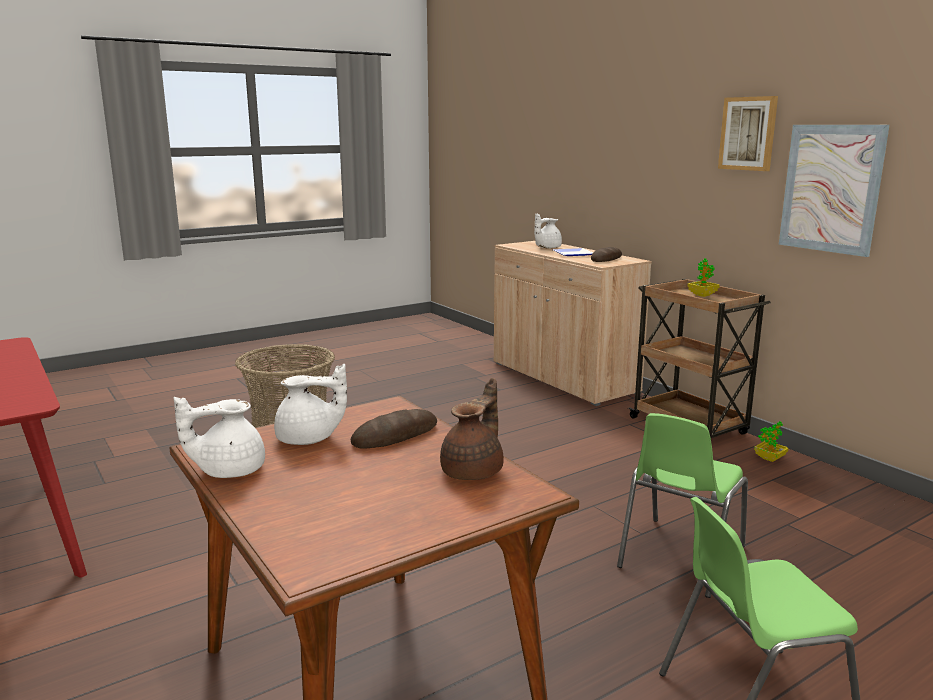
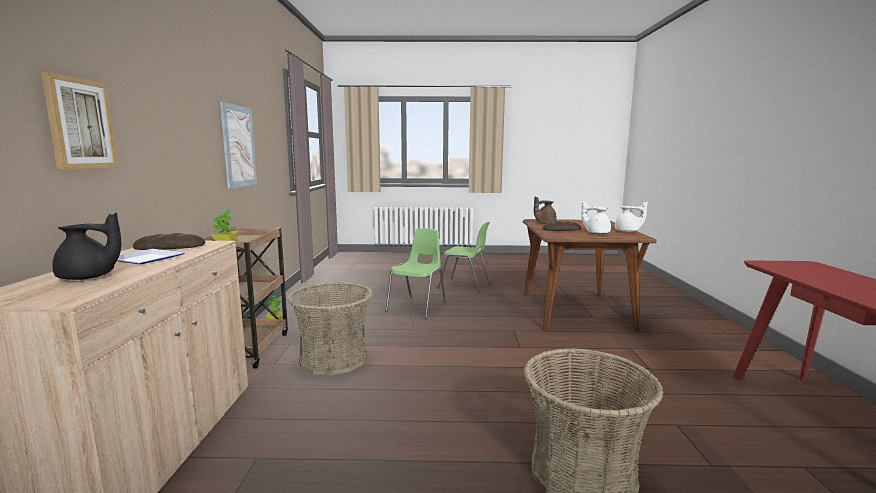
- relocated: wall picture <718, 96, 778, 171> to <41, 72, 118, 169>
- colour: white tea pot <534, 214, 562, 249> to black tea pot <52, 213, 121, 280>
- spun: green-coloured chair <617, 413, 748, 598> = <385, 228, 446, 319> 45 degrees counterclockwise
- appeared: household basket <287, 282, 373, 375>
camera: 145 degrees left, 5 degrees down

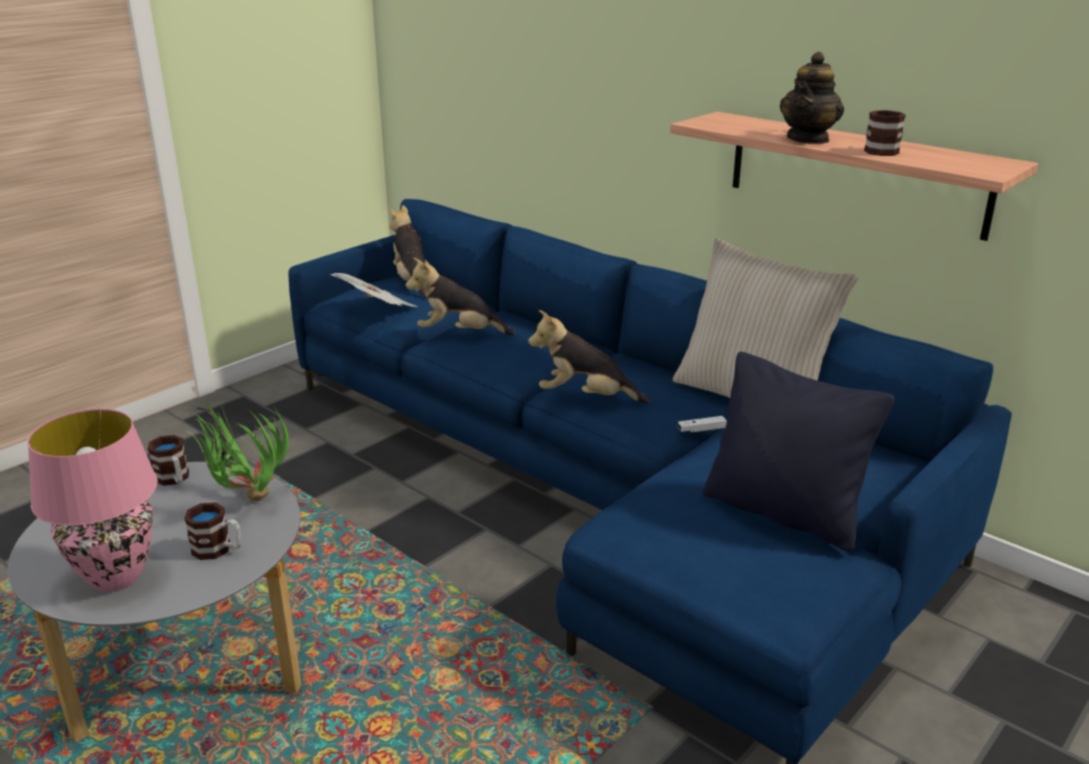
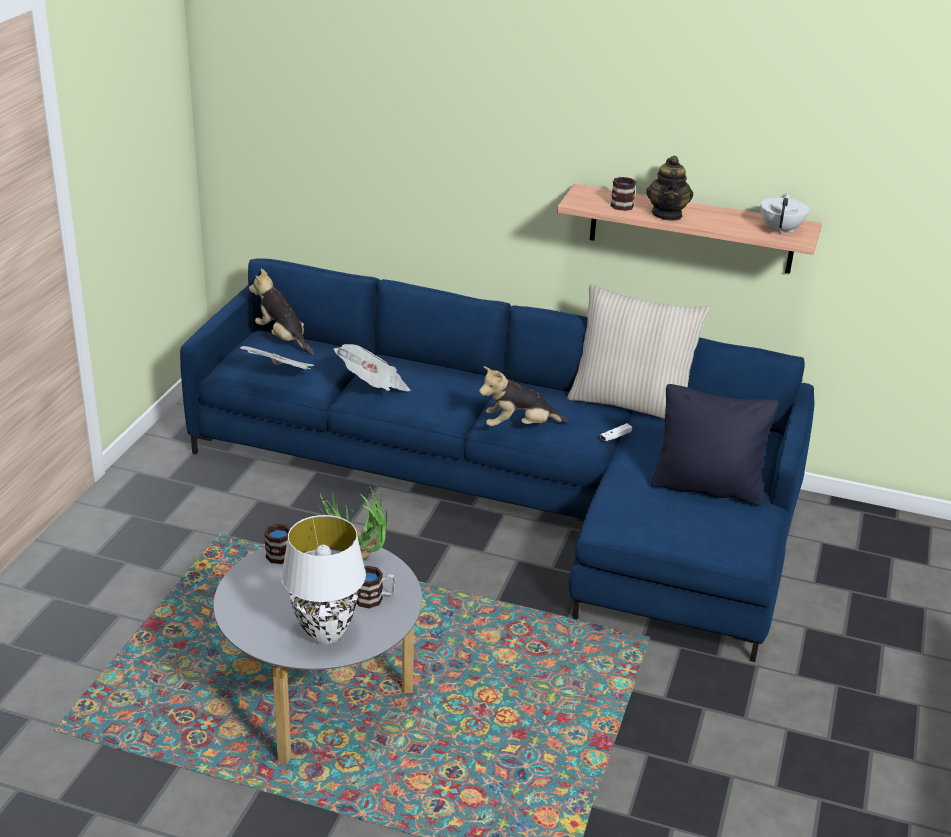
- relocated: mug <864, 110, 906, 156> to <611, 176, 636, 211>
- exchanged: soft toy <406, 257, 515, 335> to newspaper <334, 344, 411, 391>
- colour: pinkish lamp for a table <27, 409, 158, 592> to white lamp for a table <281, 515, 366, 645>
- appeared: white tea pot <760, 193, 809, 234>
camera: 25 degrees left, 5 degrees up

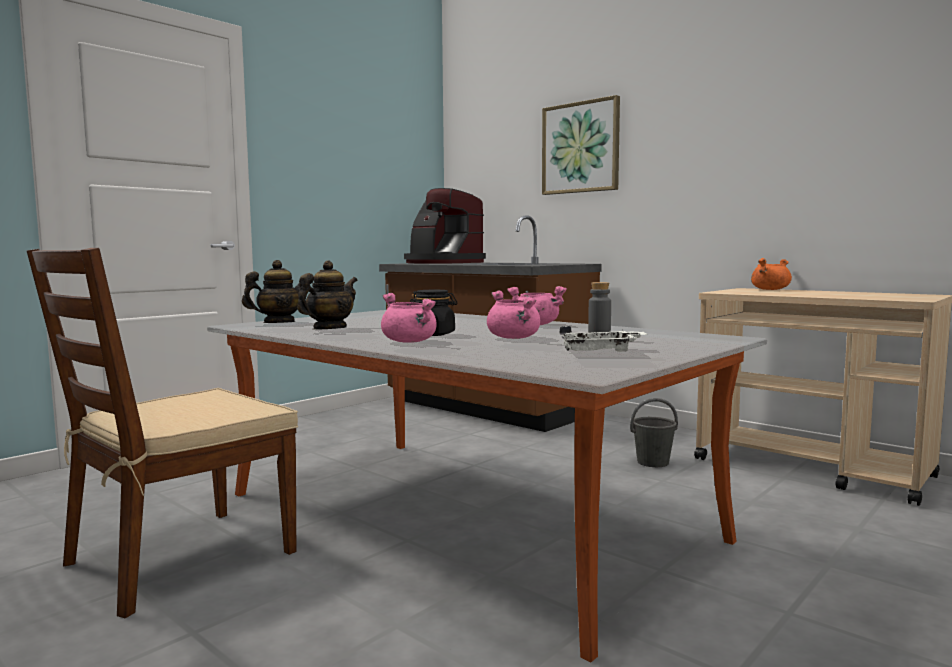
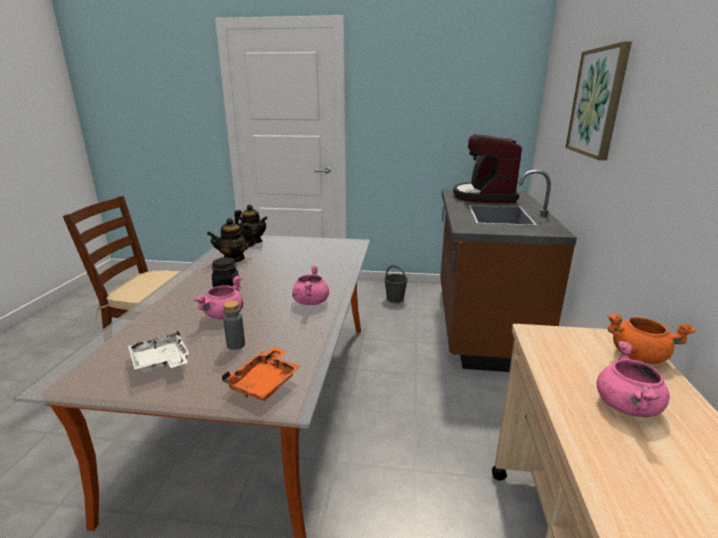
- spun: tea pot <297, 260, 357, 330> = <207, 218, 256, 262> 150 degrees clockwise
- relocated: pinkish cooking pot <381, 293, 437, 343> to <597, 341, 670, 417>
- relocated: grey pail <630, 398, 678, 467> to <384, 265, 408, 303>
- appeared: orange serving tray <222, 347, 301, 401>
camera: 55 degrees right, 15 degrees up

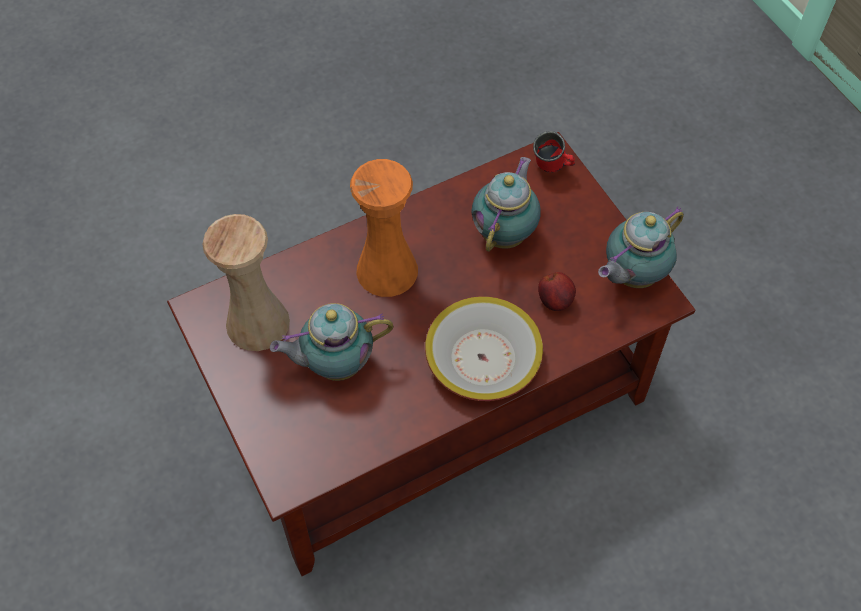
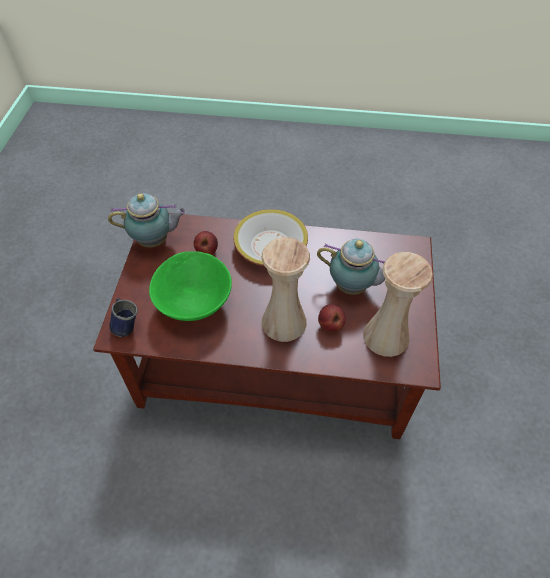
- colour: red-coloured mug <533, 131, 575, 172> to bluish mug <110, 298, 138, 337>
- exchanged: tea pot <471, 157, 541, 252> to green-coloured deep dish <149, 251, 232, 321>
- colour: orange decorative vase <350, 159, 418, 297> to sand-coloured decorative vase <262, 237, 310, 342>
- appeared: whole apple <318, 304, 346, 331>
camera: 145 degrees left, 5 degrees down

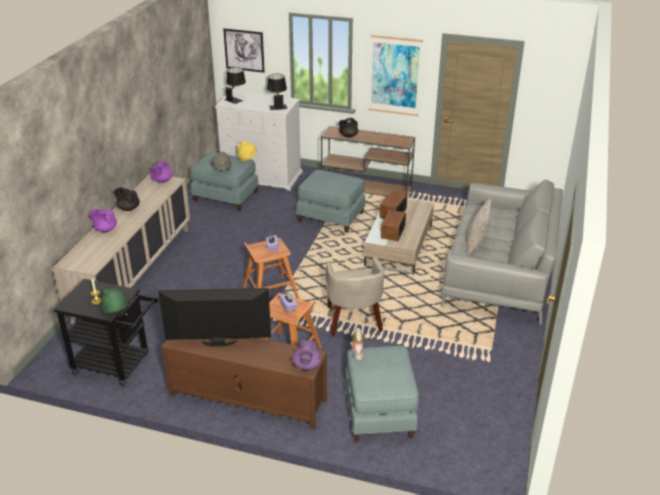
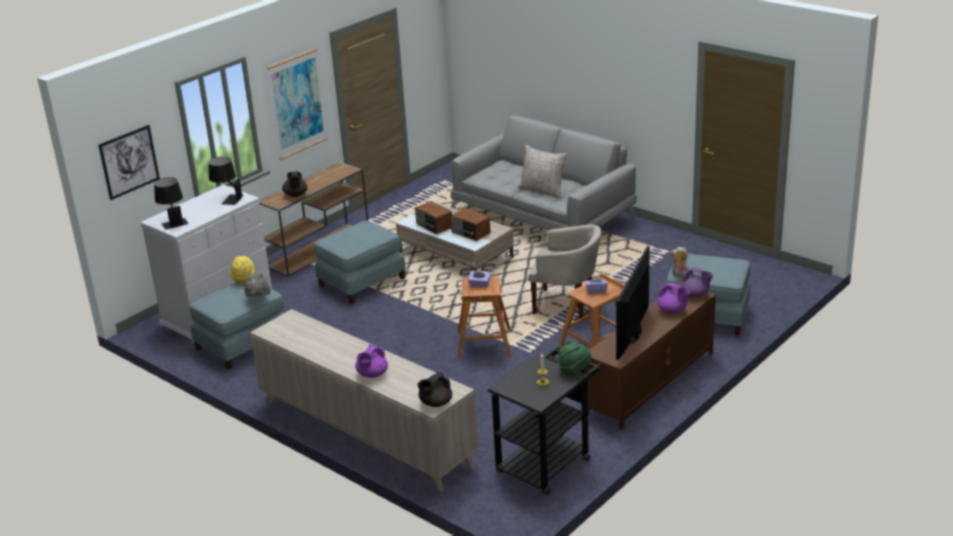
- relocated: purple tea pot <150, 161, 172, 183> to <658, 283, 690, 313>
- relocated: black tea pot <114, 187, 140, 211> to <418, 372, 452, 407>
camera: 65 degrees left, 5 degrees down

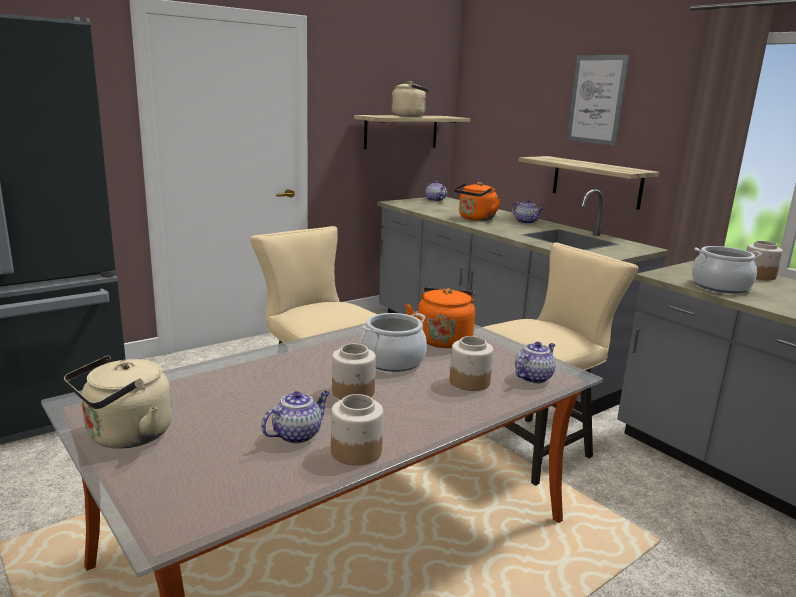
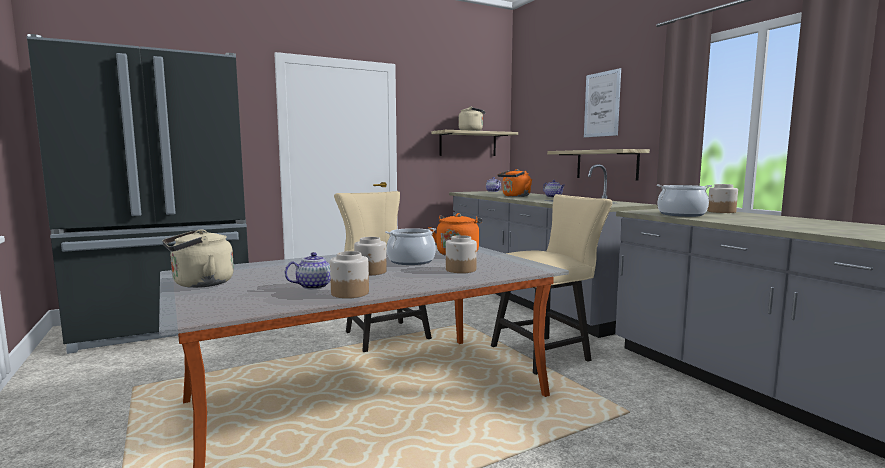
- missing: tea pot <515, 342, 556, 384>
camera: 10 degrees right, 10 degrees down

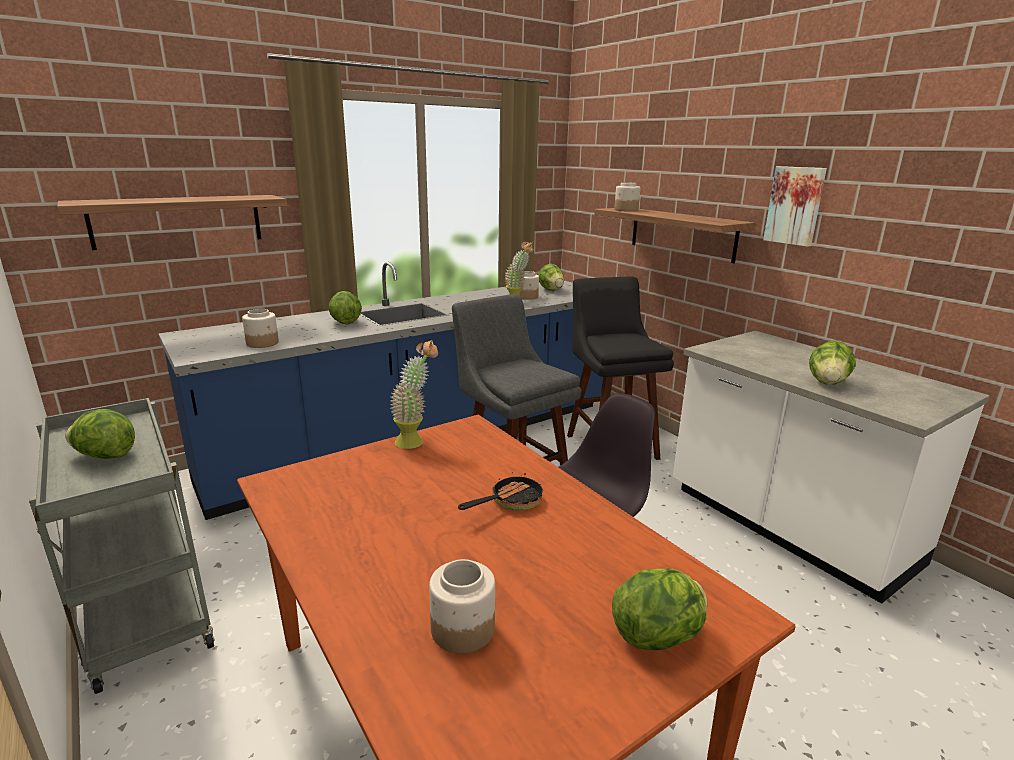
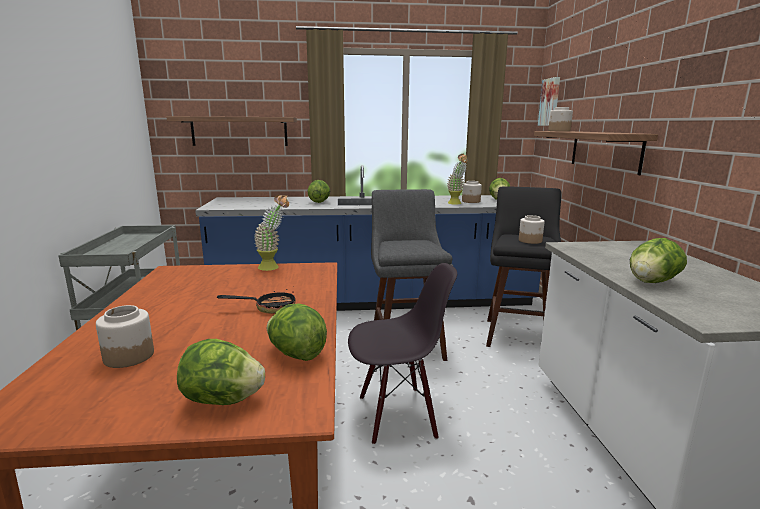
- relocated: wall picture <763, 166, 827, 247> to <538, 77, 560, 126>
- relocated: jar <242, 309, 279, 348> to <519, 215, 545, 244>
- relocated: head of lettuce <65, 409, 135, 459> to <267, 304, 327, 361>
camera: 30 degrees right, 5 degrees down

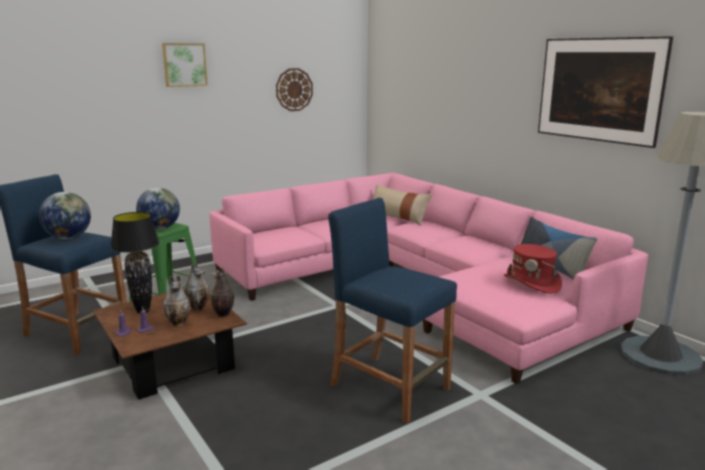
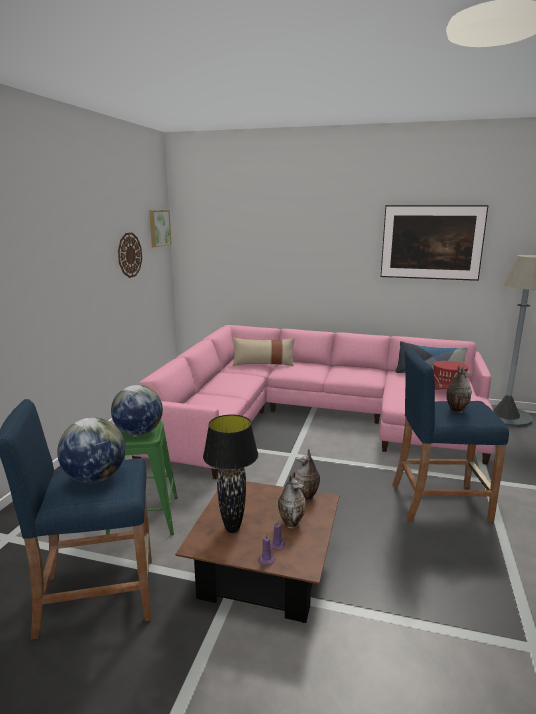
- relocated: wall picture <162, 43, 208, 87> to <149, 210, 171, 247>
- relocated: decorative vase <185, 262, 209, 312> to <446, 365, 472, 413>
camera: 40 degrees left, 0 degrees up

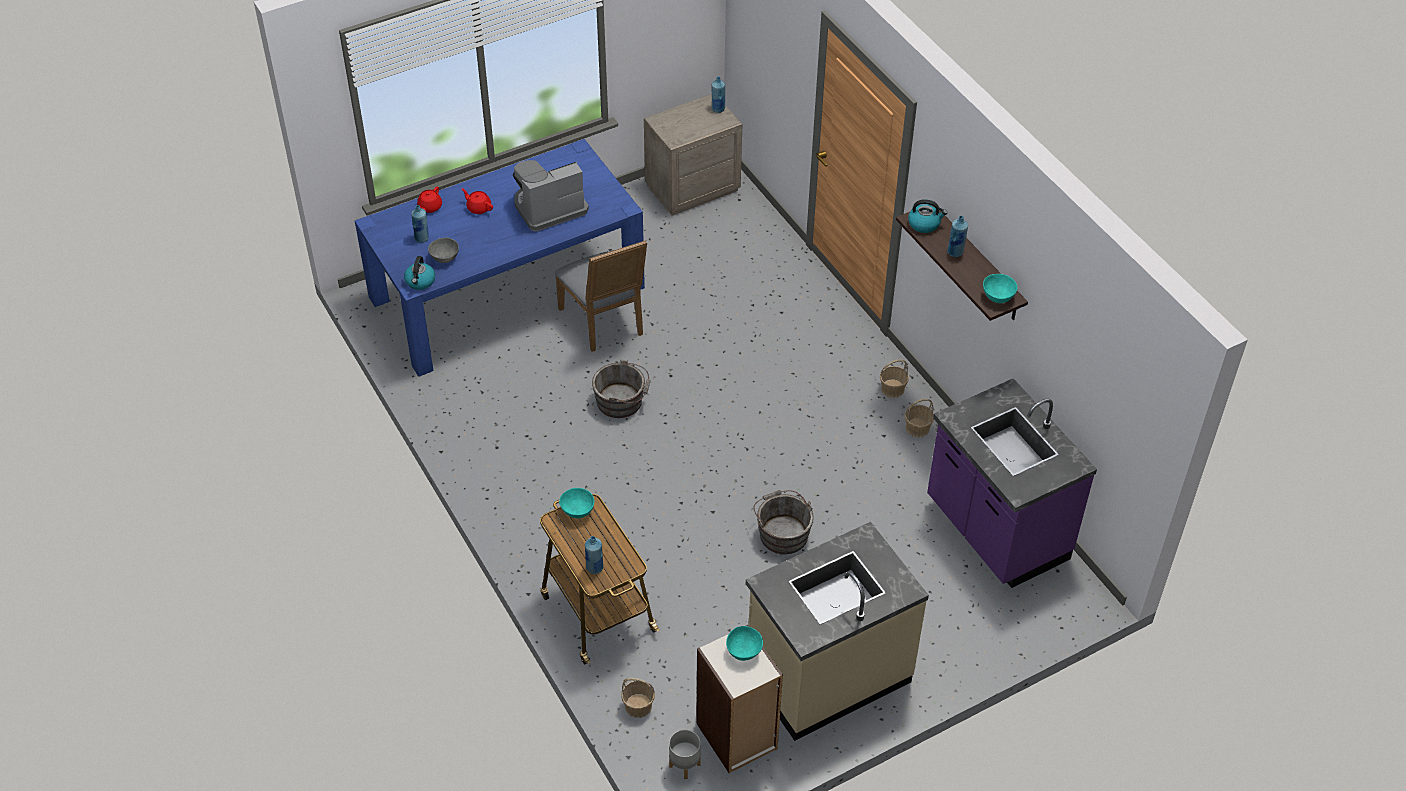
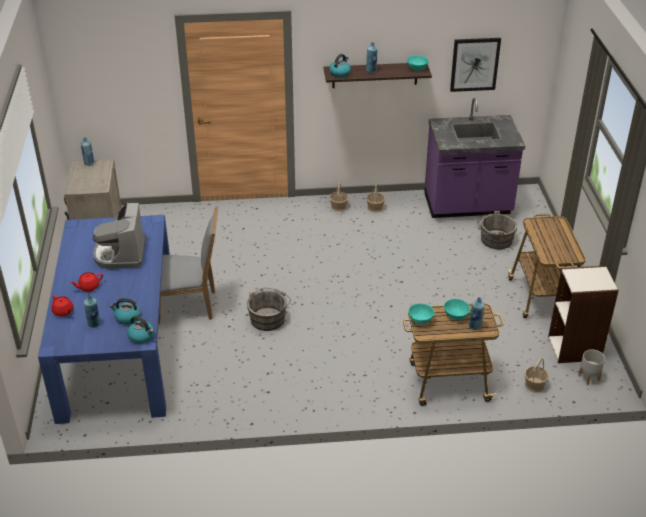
- exchanged: grey deep dish <428, 237, 459, 263> to kettle <110, 298, 141, 325>
- relocated: grey pail <753, 490, 814, 555> to <477, 211, 517, 249>
- exchanged: sand-coloured counter <746, 522, 929, 741> to cart <508, 214, 586, 318>
- relocated: turquoise-coloured deep dish <726, 626, 763, 661> to <444, 299, 470, 320>
- appeared: wall picture <450, 38, 501, 92>
camera: 65 degrees left, 10 degrees down

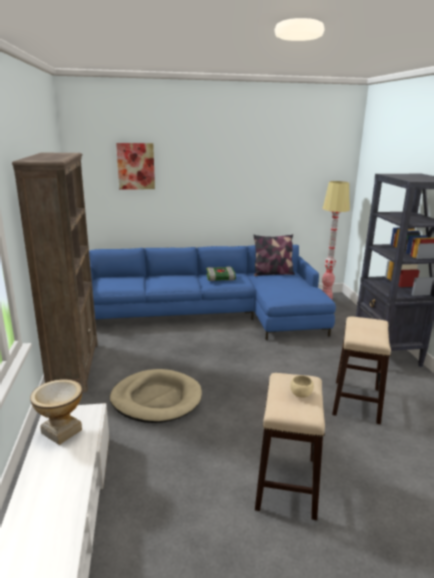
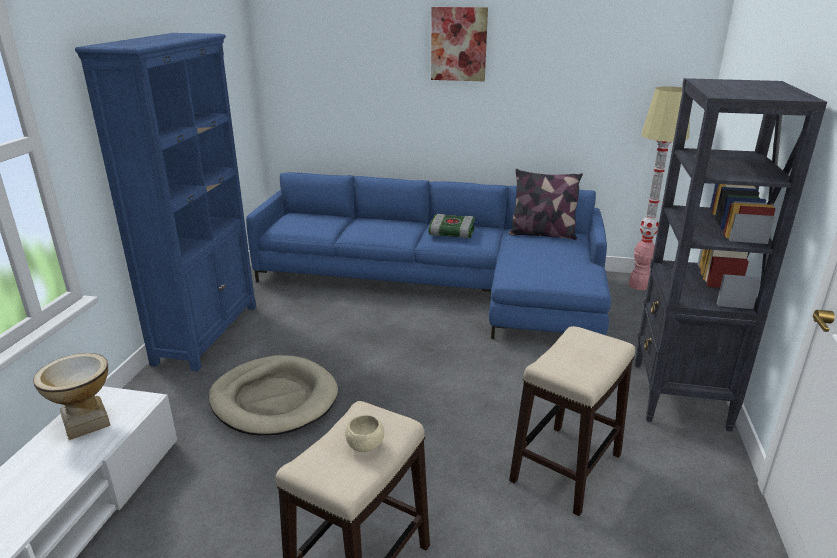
- relocated: wall picture <116, 143, 155, 190> to <431, 7, 488, 81>
- colour: brown-coloured shelving unit <12, 153, 98, 393> to bluish shelving unit <75, 33, 256, 372>
camera: 20 degrees right, 5 degrees up

